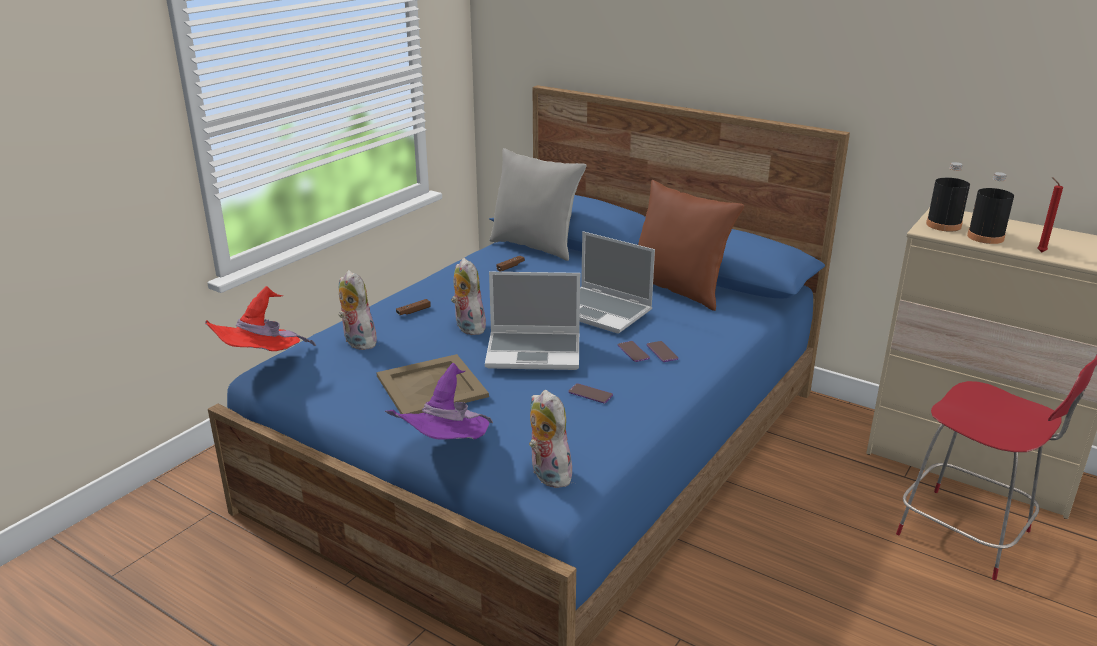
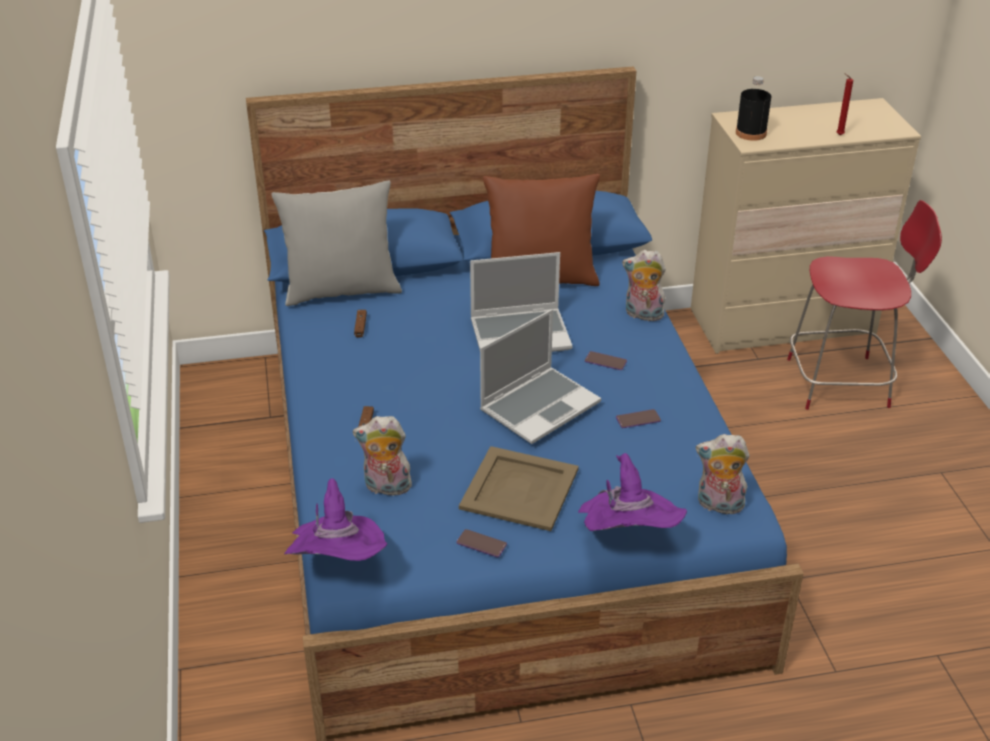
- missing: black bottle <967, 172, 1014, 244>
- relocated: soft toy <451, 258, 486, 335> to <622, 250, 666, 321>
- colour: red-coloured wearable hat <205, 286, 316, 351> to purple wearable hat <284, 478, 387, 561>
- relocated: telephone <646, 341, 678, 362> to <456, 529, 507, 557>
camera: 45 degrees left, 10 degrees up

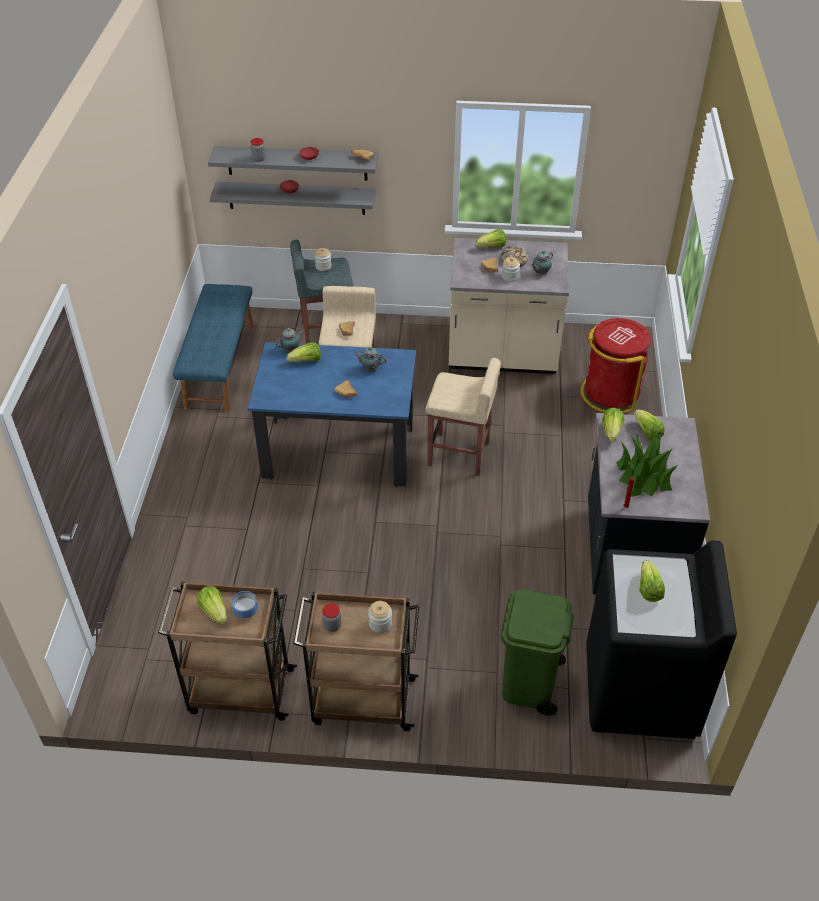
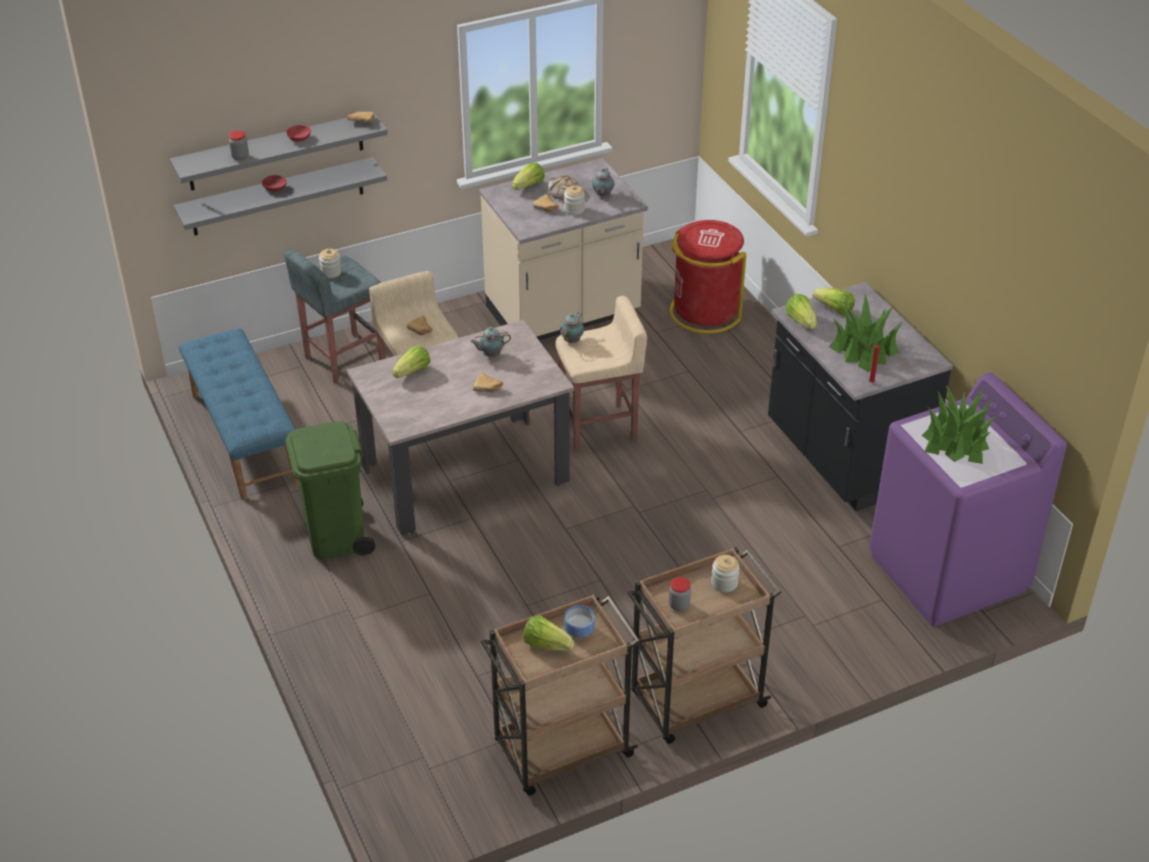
- relocated: tea pot <276, 328, 304, 352> to <560, 312, 584, 343>
- colour: bluish dining table <248, 342, 416, 487> to sand-coloured dining table <347, 320, 574, 535>
- colour: black laundry machine <586, 541, 737, 739> to purple laundry machine <869, 373, 1067, 626>
- exchanged: head of lettuce <639, 560, 665, 602> to houseplant <922, 385, 996, 464>
- relocated: green-coloured waste bin <501, 589, 574, 716> to <285, 421, 376, 559>
camera: 30 degrees left, 5 degrees down

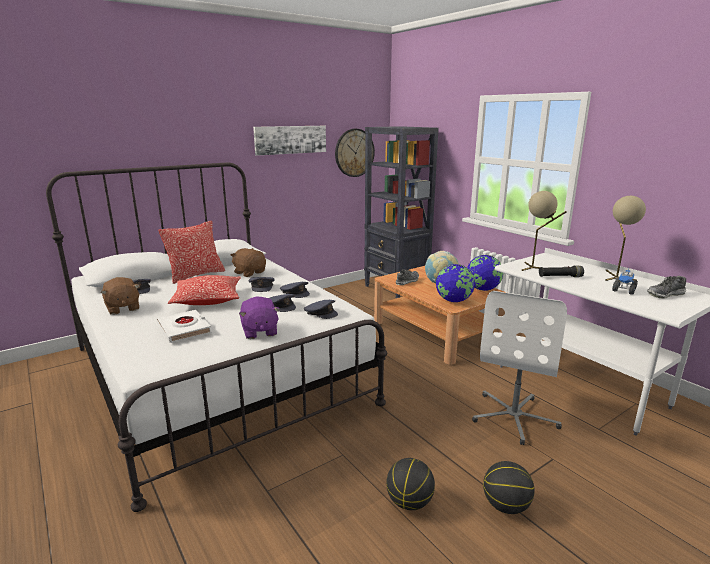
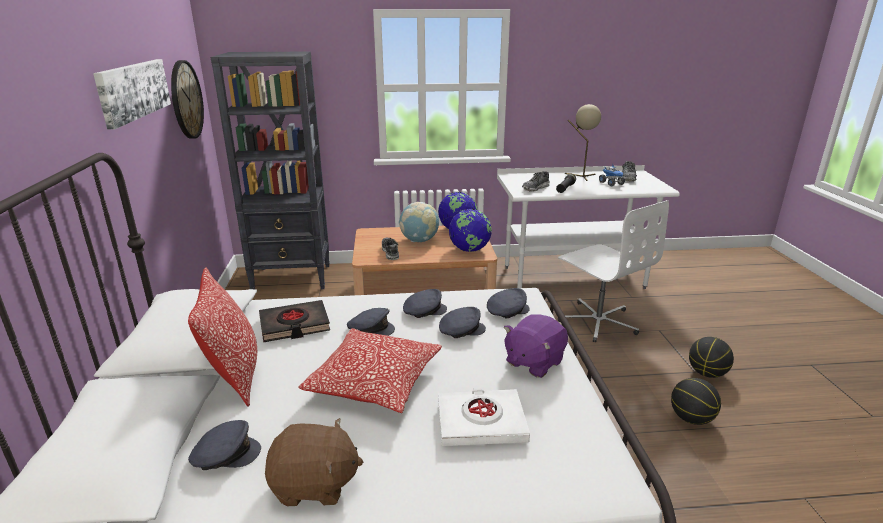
- exchanged: sand-coloured lamp for a table <522, 191, 567, 271> to low shoe <522, 171, 550, 192>
- exchanged: brown-coloured soft toy <231, 248, 266, 277> to black volume <259, 300, 330, 342>
- spun: purple soft toy <239, 297, 280, 339> = <504, 315, 568, 378> 120 degrees clockwise
camera: 60 degrees left, 5 degrees up

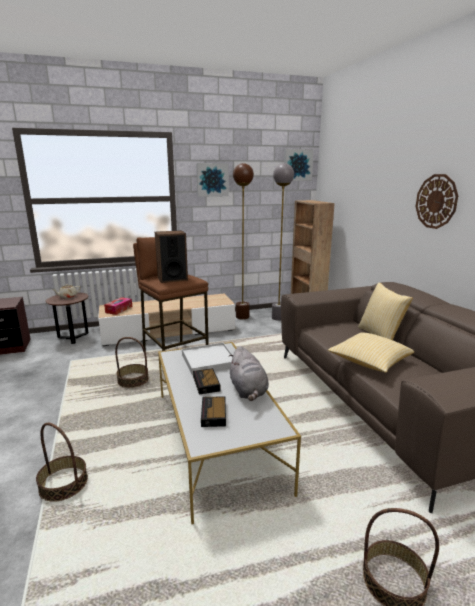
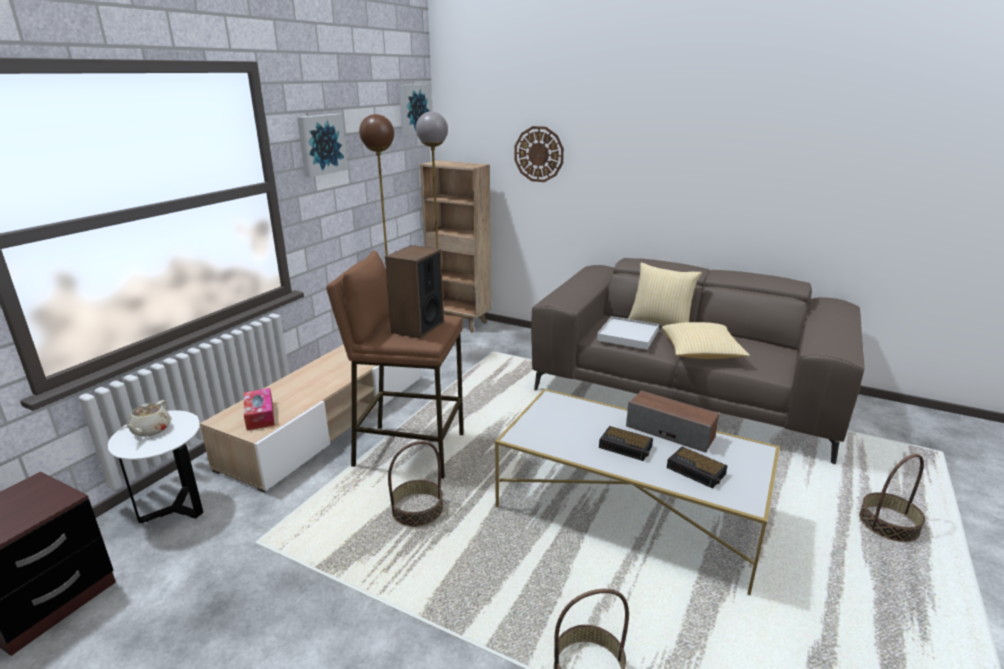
- relocated: clock on the wall <416, 174, 458, 229> to <514, 126, 564, 182>
- colour: brown-coloured side table <46, 292, 88, 344> to white side table <108, 410, 203, 523>
- relocated: white serving tray <182, 343, 233, 375> to <597, 316, 659, 350>
- exchanged: grey soft toy <229, 346, 269, 401> to speaker <626, 390, 719, 452>
camera: 45 degrees left, 5 degrees up

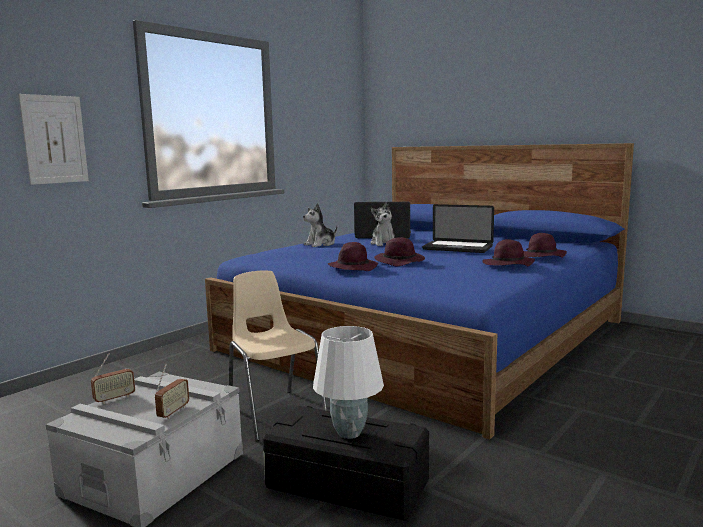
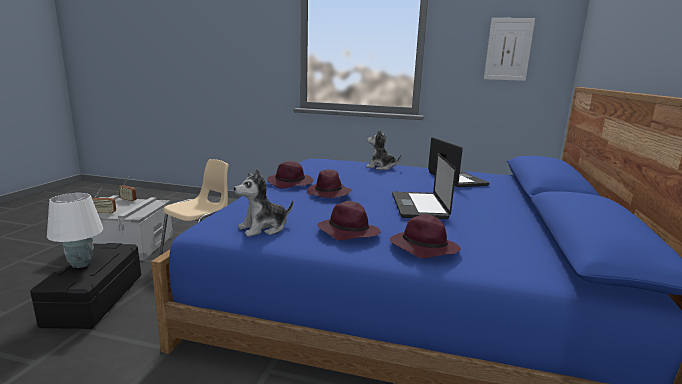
- relocated: wall picture <18, 94, 89, 185> to <484, 18, 535, 81>
- relocated: soft toy <370, 202, 394, 246> to <234, 169, 293, 237>
camera: 65 degrees right, 5 degrees up

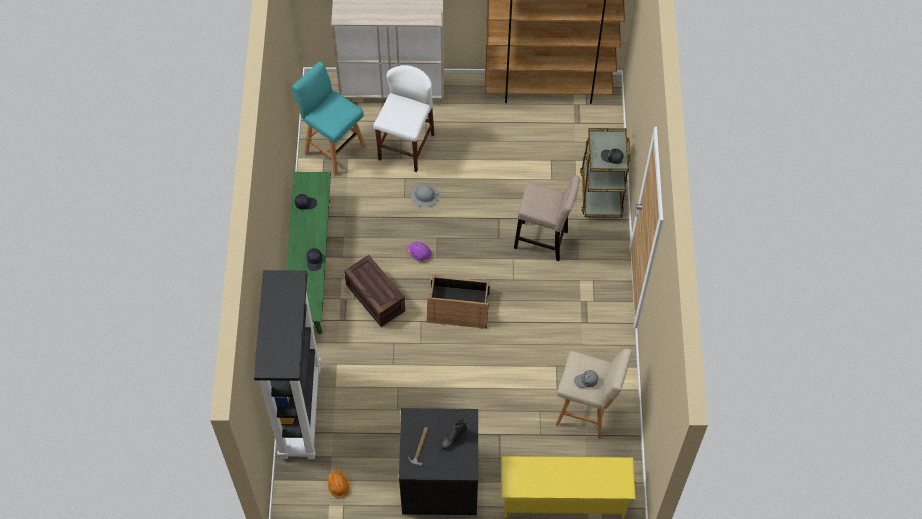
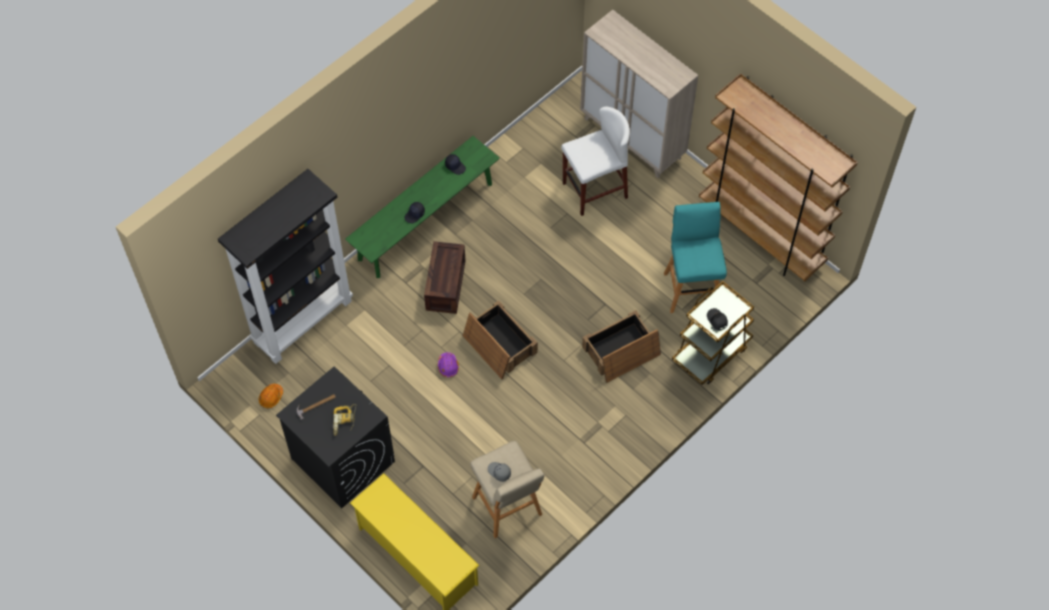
- relocated: turquoise-coloured sitting stool <292, 61, 366, 176> to <664, 202, 727, 313>
- exchanged: sand-coloured sitting stool <514, 176, 580, 261> to shipping crate <582, 310, 661, 383>
- missing: grey work helmet <411, 184, 439, 207>
- relocated: purple work helmet <407, 242, 432, 262> to <438, 352, 459, 377>
- exchanged: black high-top boot <441, 419, 467, 450> to power drill <333, 404, 357, 436>
camera: 45 degrees right, 0 degrees up

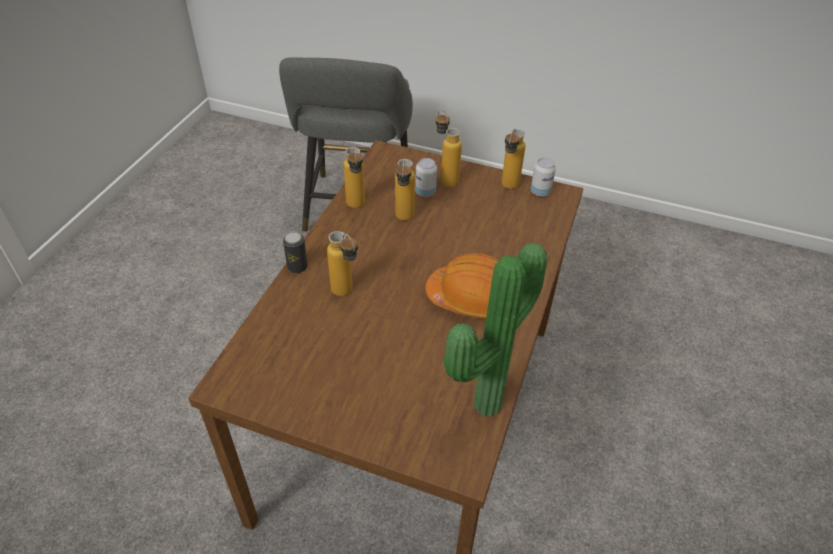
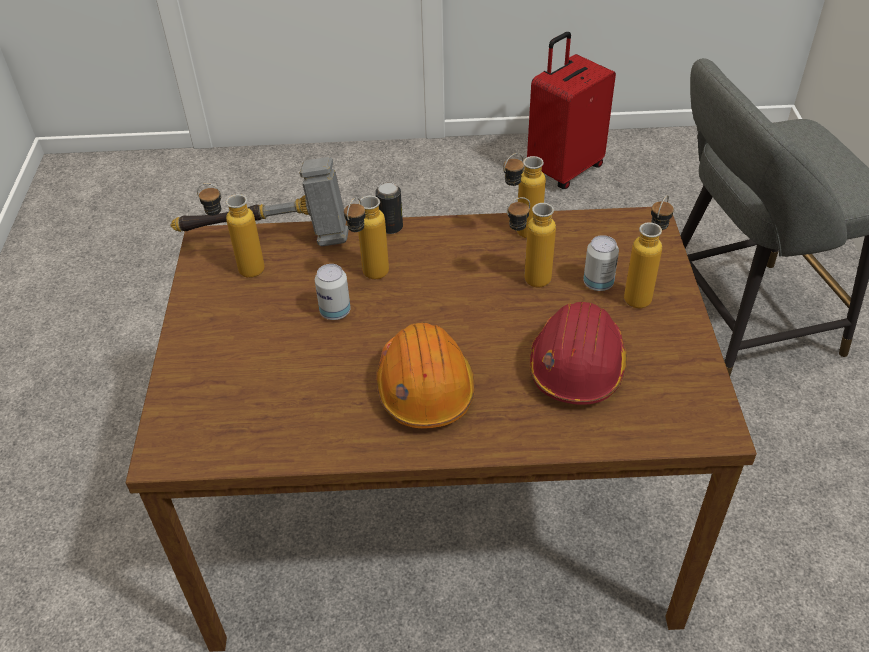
- relocated: bottle <501, 129, 526, 189> to <197, 183, 265, 278>
- relocated: metal can <531, 158, 556, 196> to <315, 264, 351, 320>
- missing: houseplant <444, 243, 547, 417>
- appeared: red-coloured suitcase <527, 32, 616, 189>
- appeared: tool hammer <171, 157, 349, 246>
- appeared: red-coloured work helmet <529, 302, 627, 405>
camera: 70 degrees right, 0 degrees up

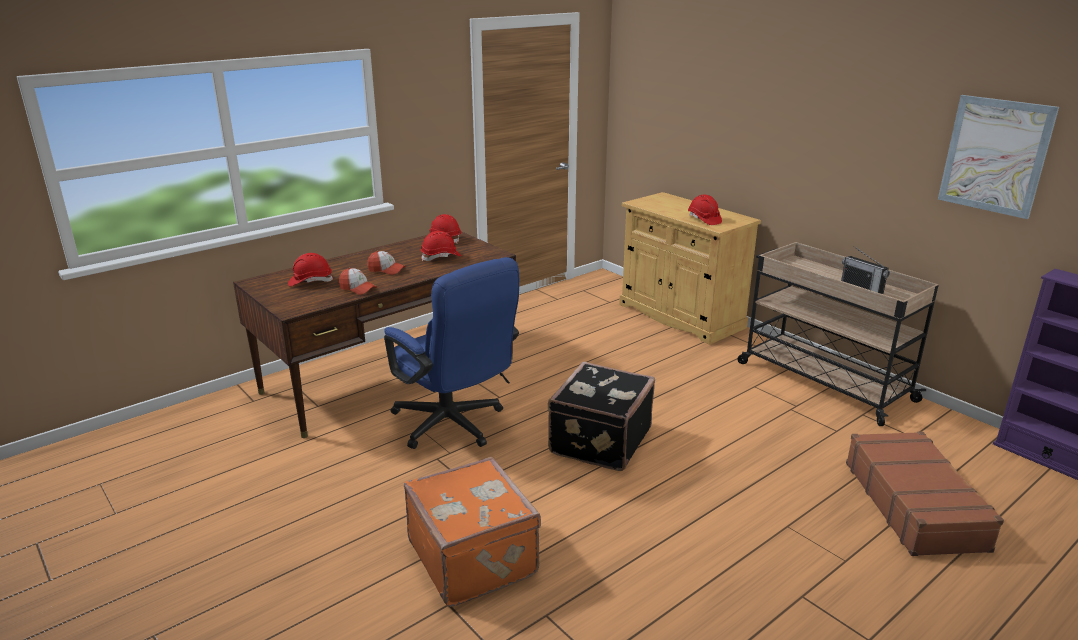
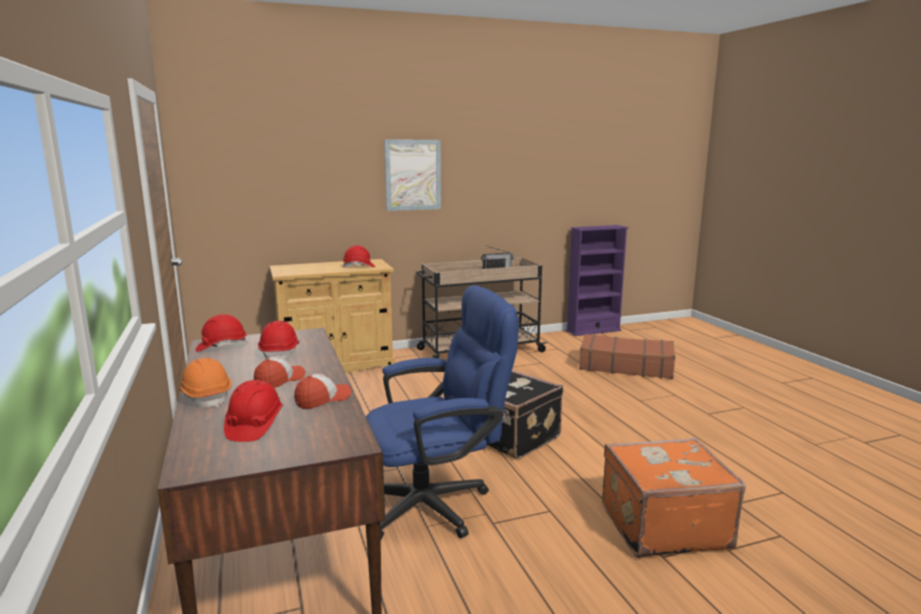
- relocated: wall picture <938, 95, 1059, 219> to <384, 140, 441, 211>
- appeared: orange work helmet <179, 358, 232, 408>
camera: 70 degrees left, 10 degrees down

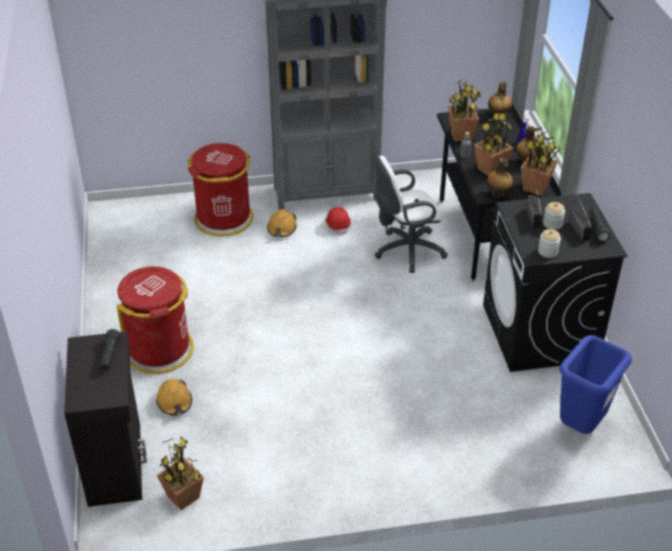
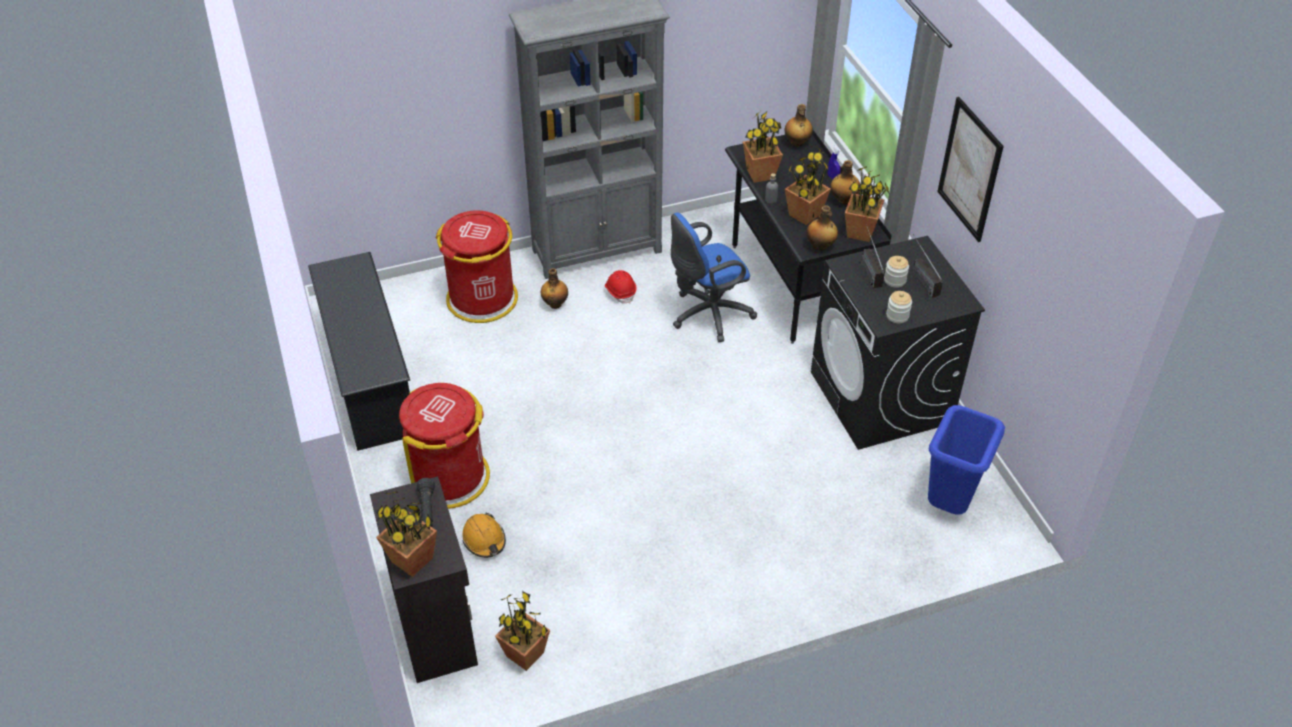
- colour: white office chair <375, 156, 448, 273> to bluish office chair <671, 212, 757, 342>
- missing: black hand torch <590, 208, 610, 242>
- exchanged: orange work helmet <267, 210, 297, 237> to bottle <541, 268, 568, 309>
- appeared: wall picture <937, 97, 1004, 242>
- appeared: black shoe shelf <308, 252, 410, 451>
- appeared: houseplant <376, 491, 437, 577>
camera: 10 degrees left, 5 degrees up

